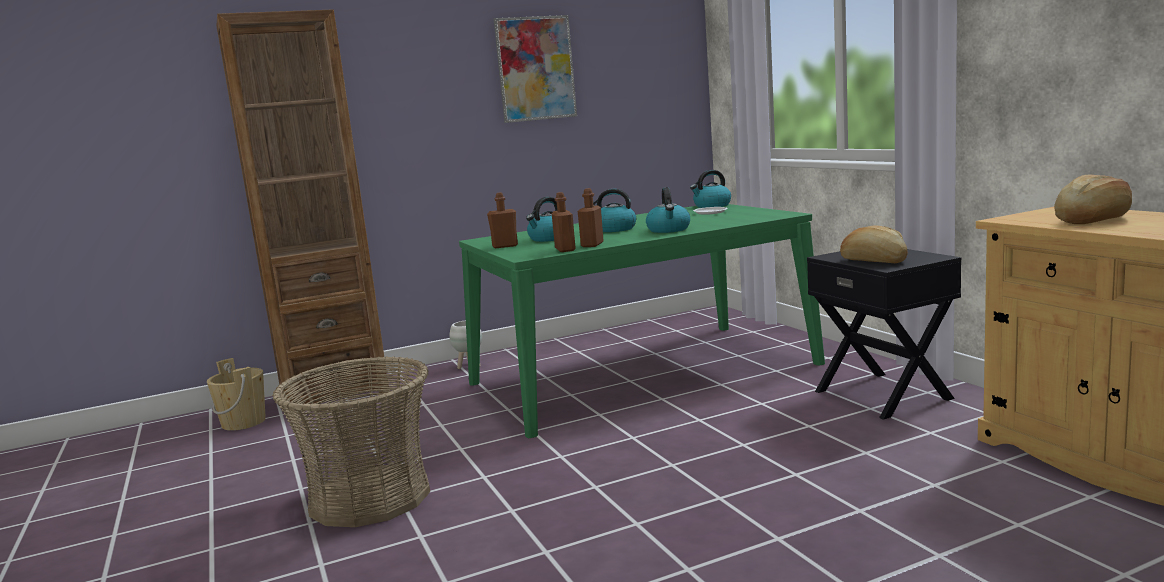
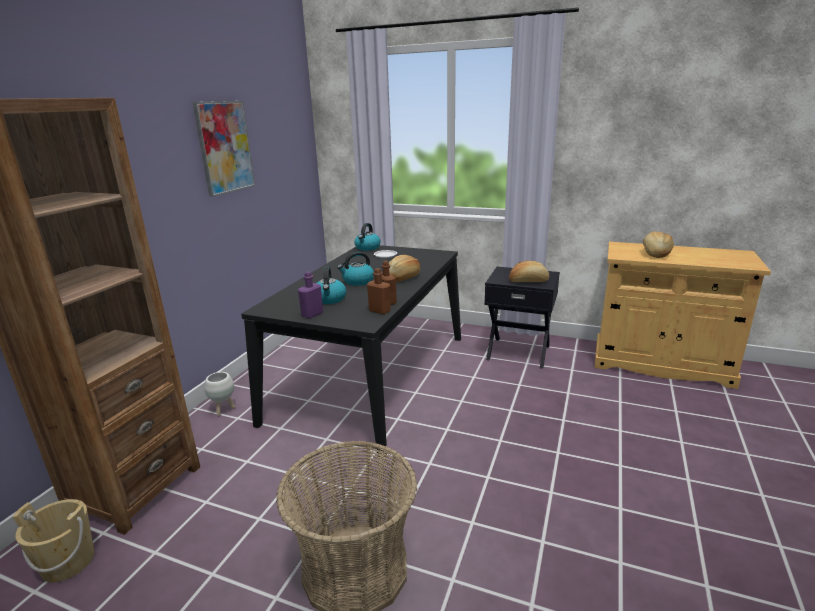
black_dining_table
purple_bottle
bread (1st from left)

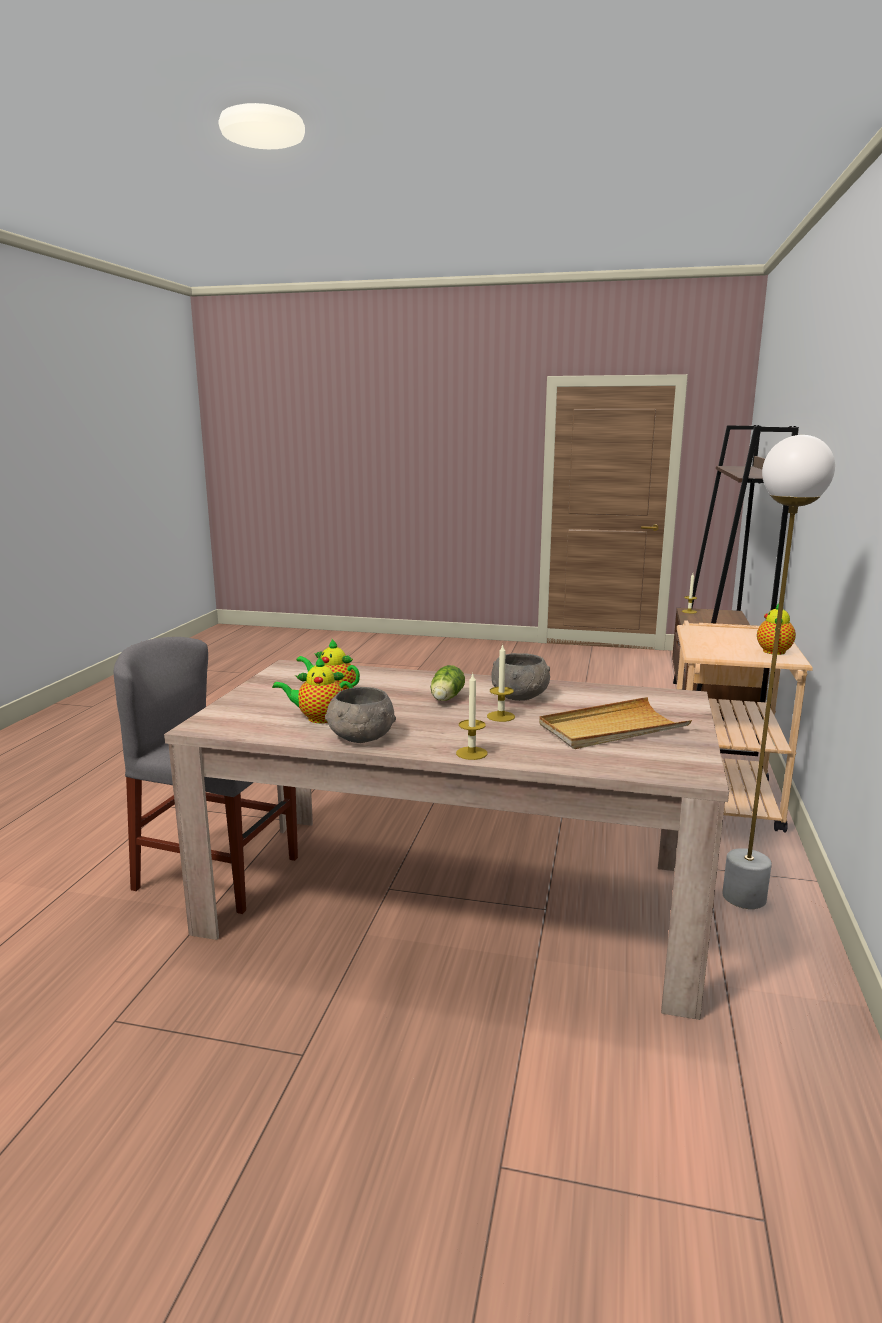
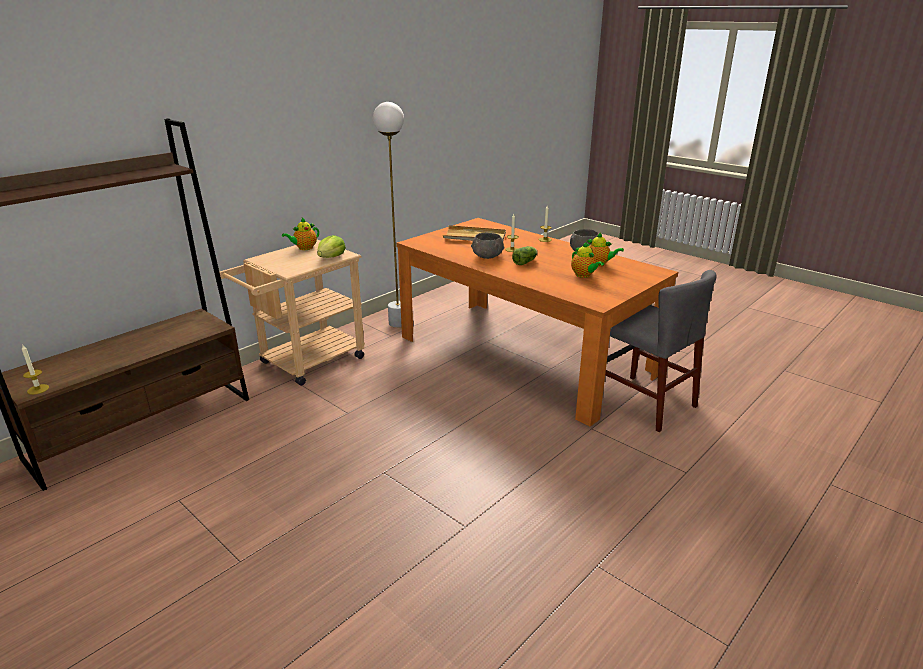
lettuce (1st from left)
orange_dining_table

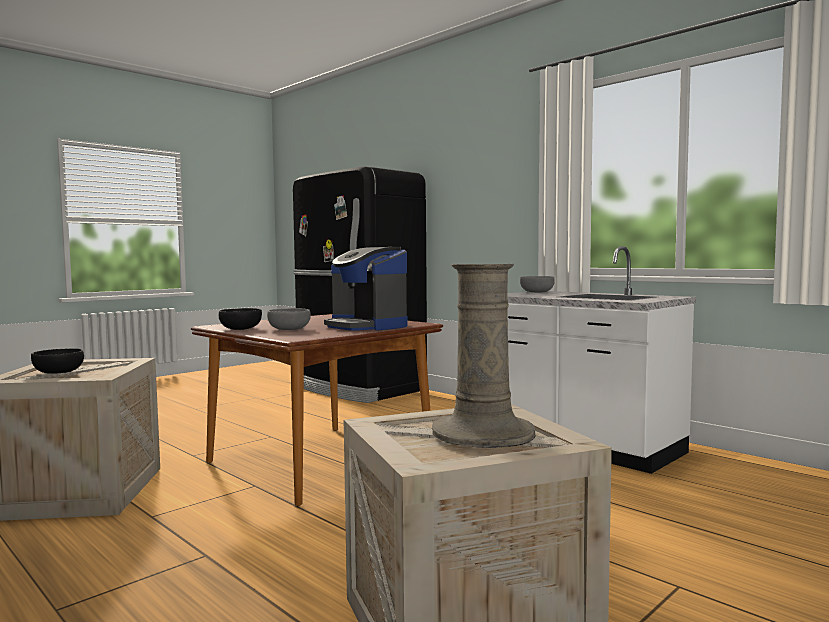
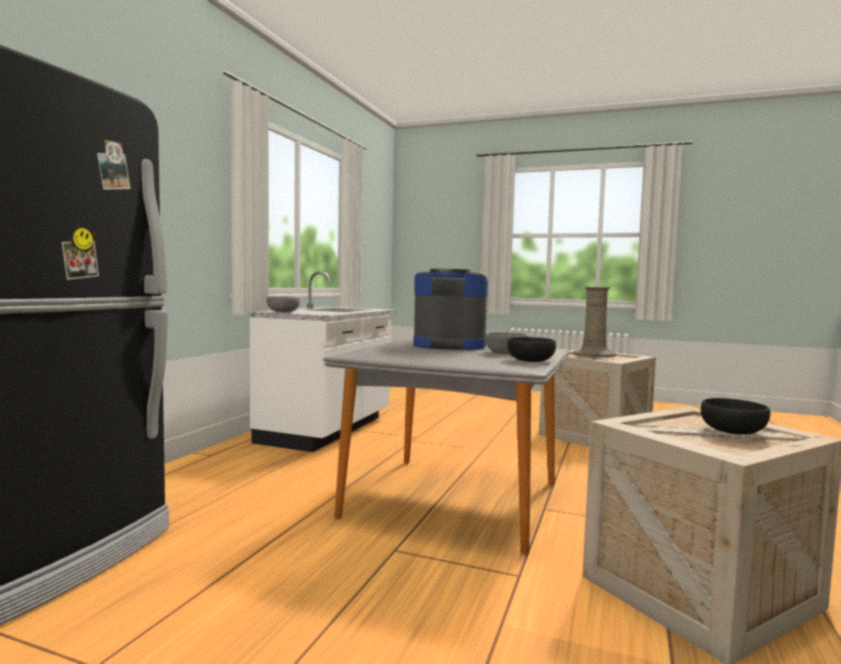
grey_dining_table
coffee_machine

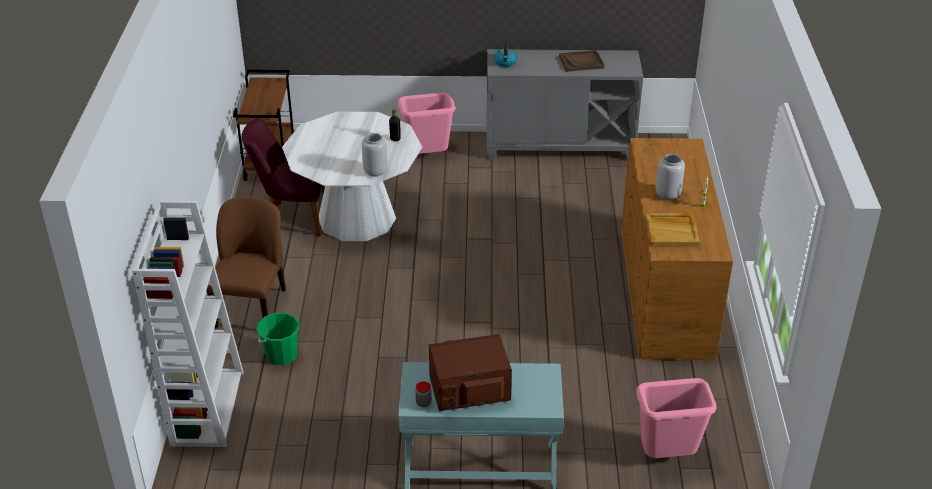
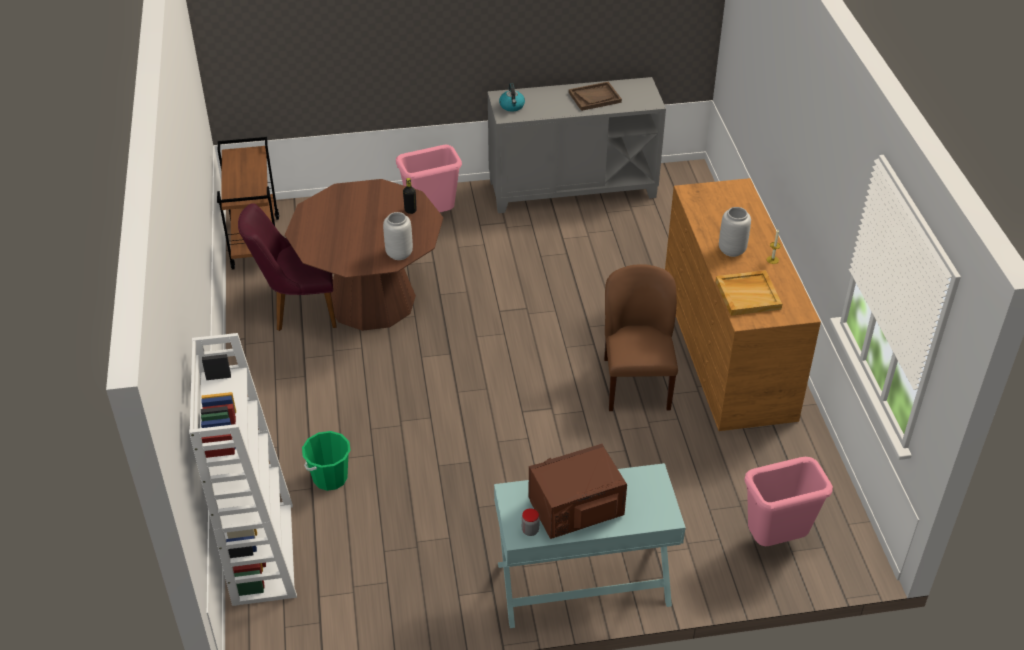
brown_dining_table
brown_chair

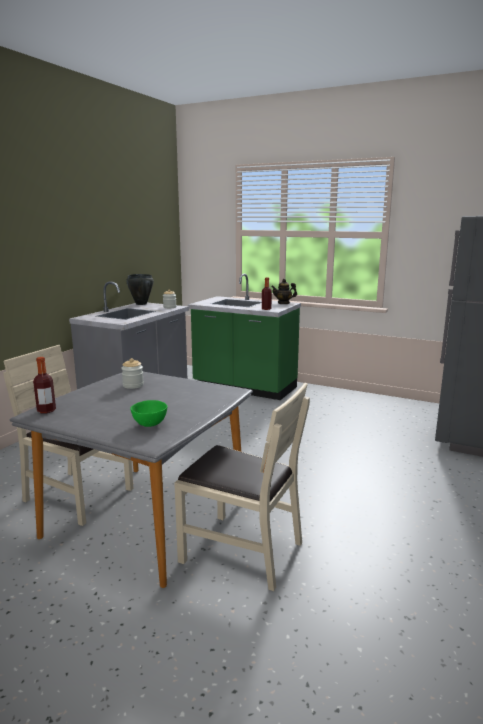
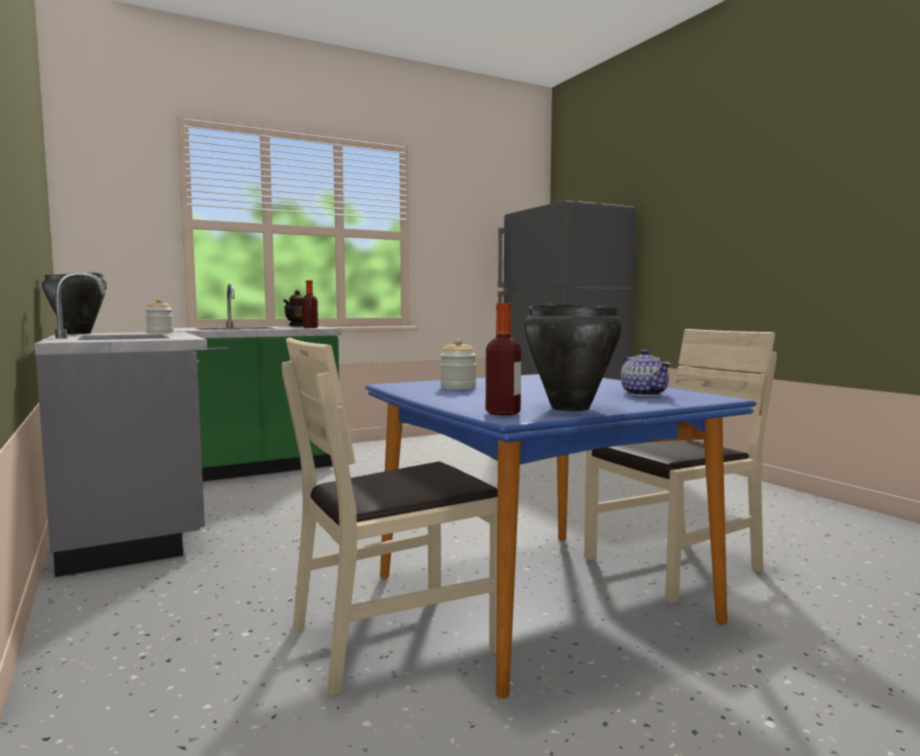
blue_dining_table
black_cooking_pot (2nd from left)
teapot (2nd from left)

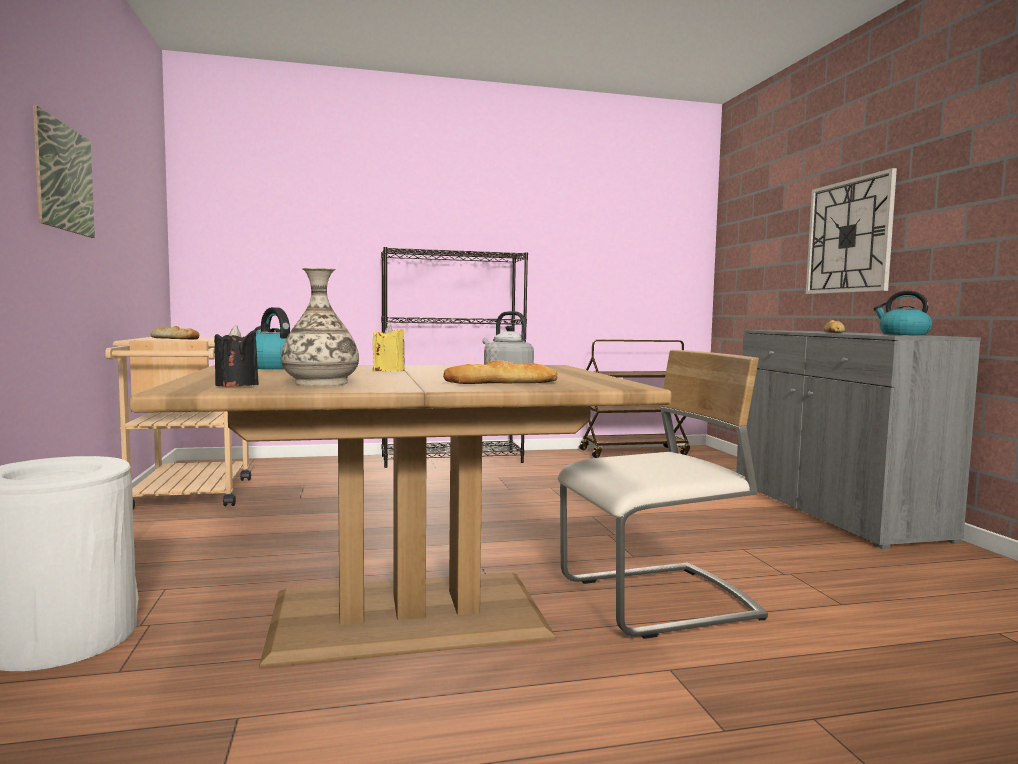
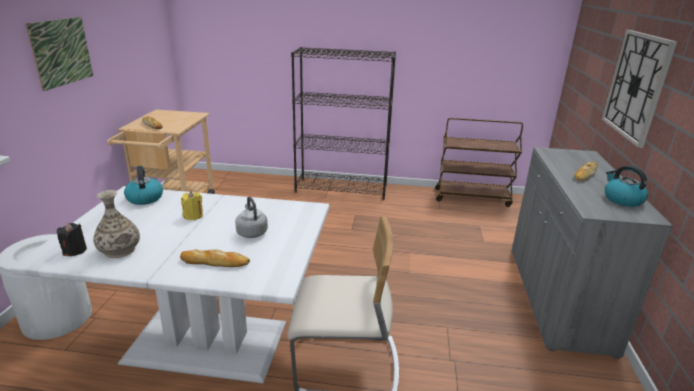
white_dining_table

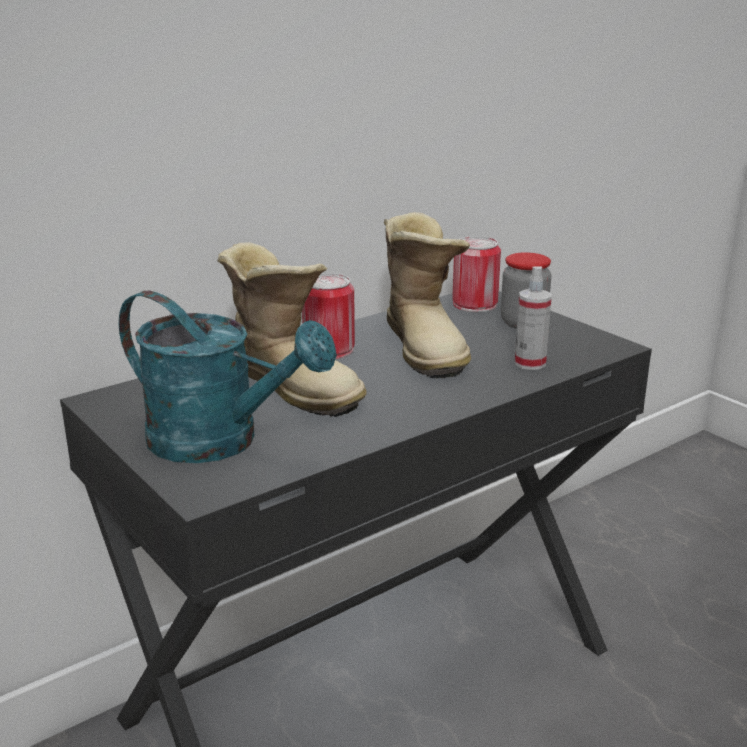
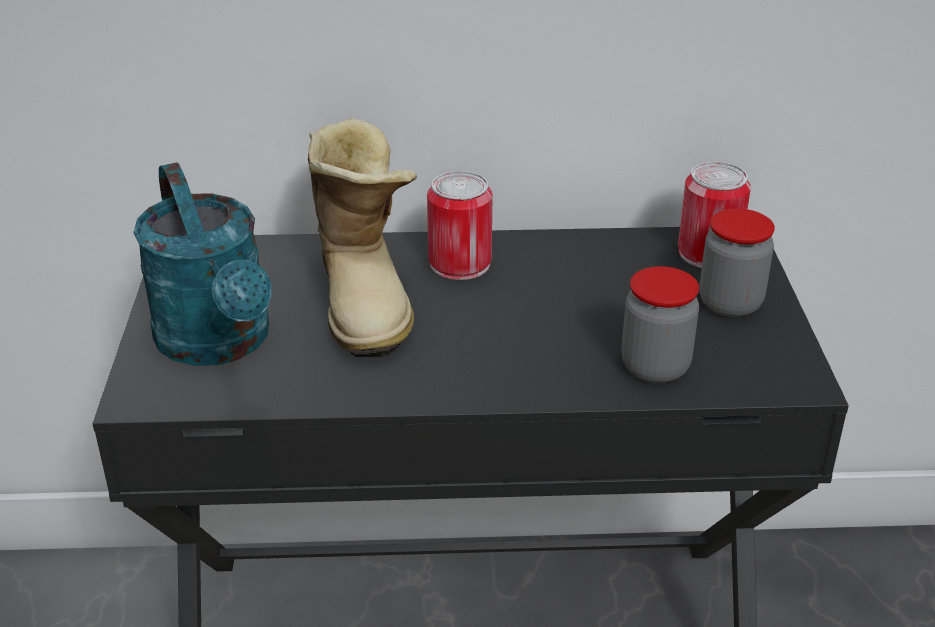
jar (1st from left)
boot (2nd from left in the first image)

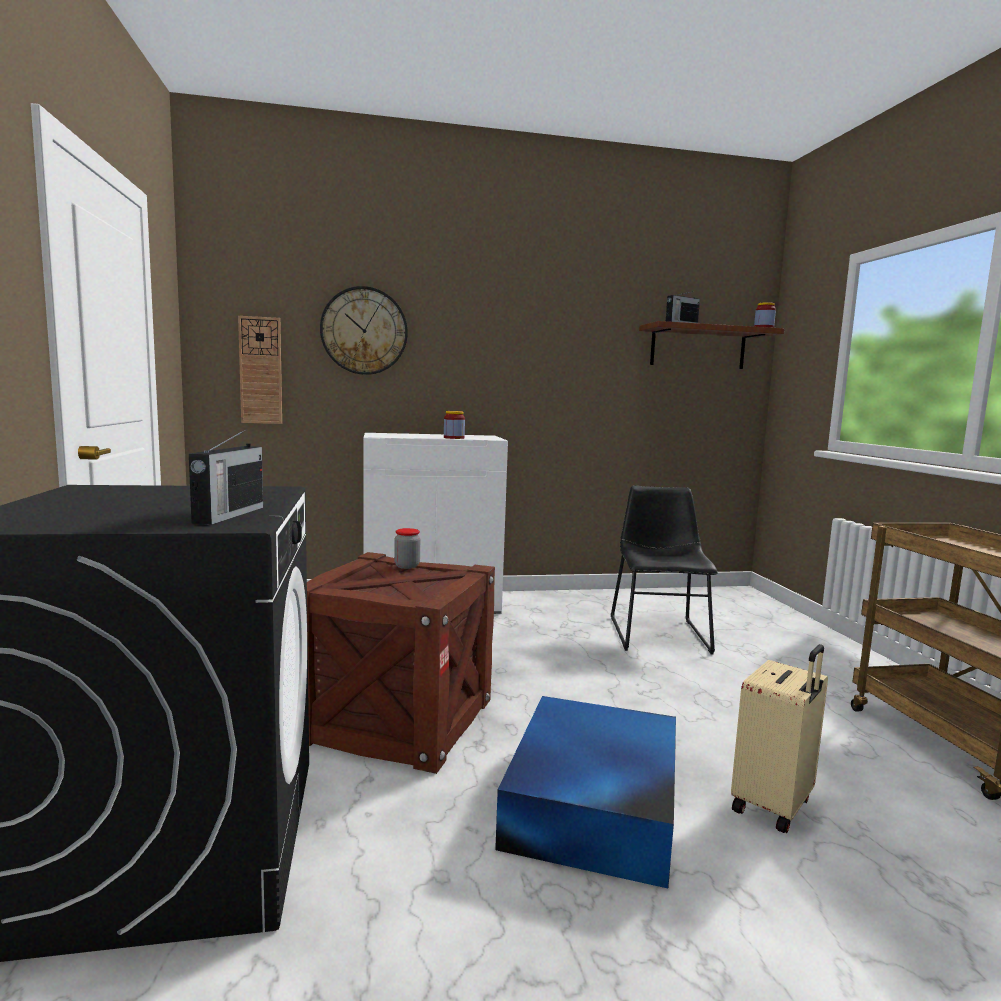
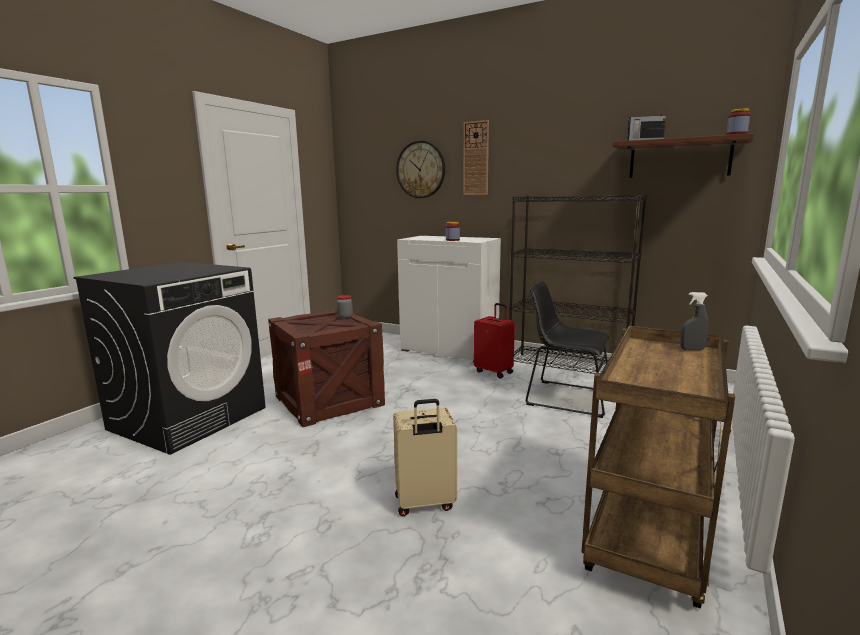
wall_clock (2nd from left)
red_suitcase
black_bookcase
black_chair
grey_spray_bottle
radio (1st from left in the first image)
blue_storage_box

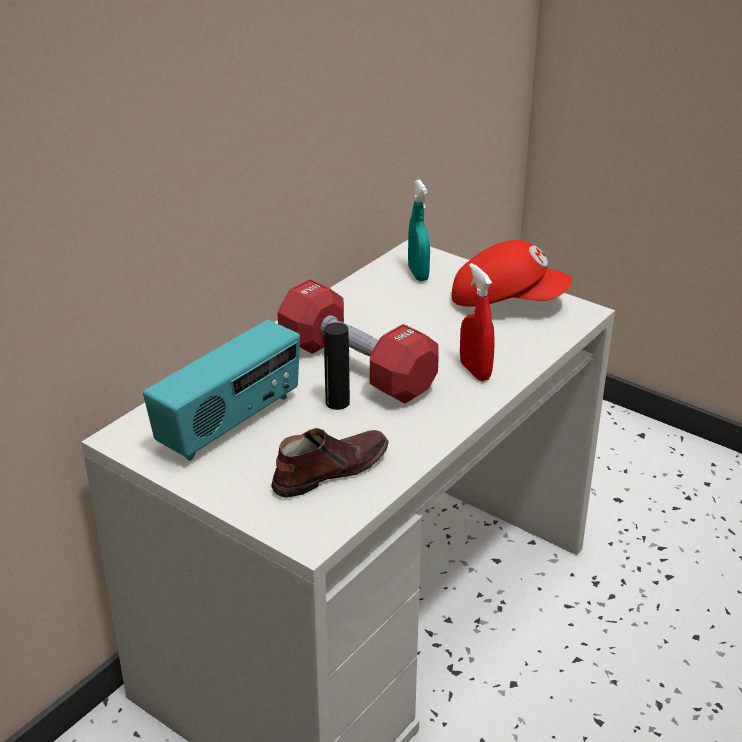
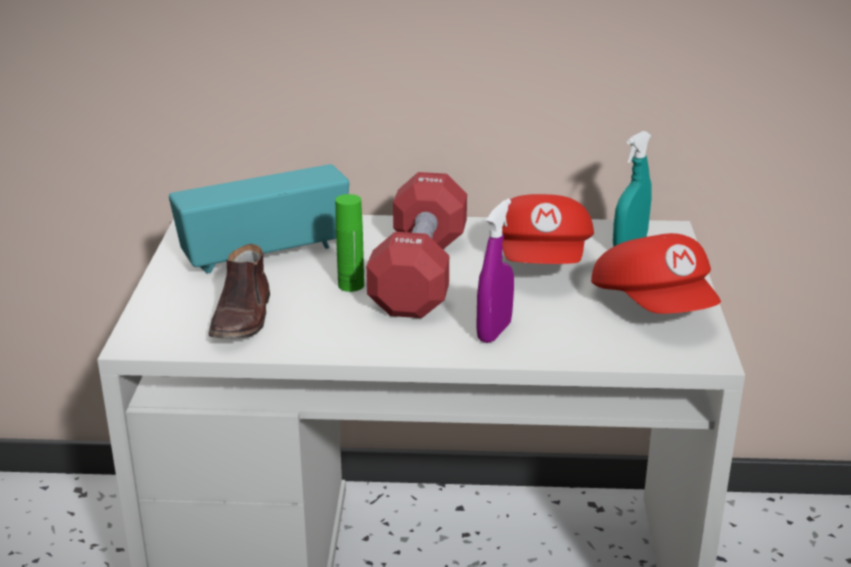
radio
brown_shoe
green_bottle
purple_spray_bottle
red_cap (1st from left)

